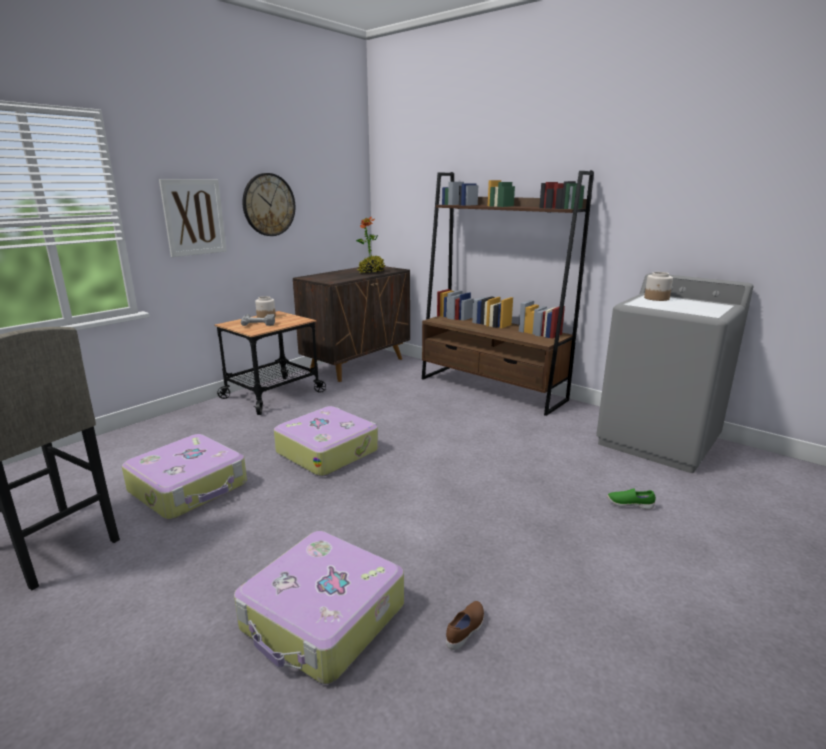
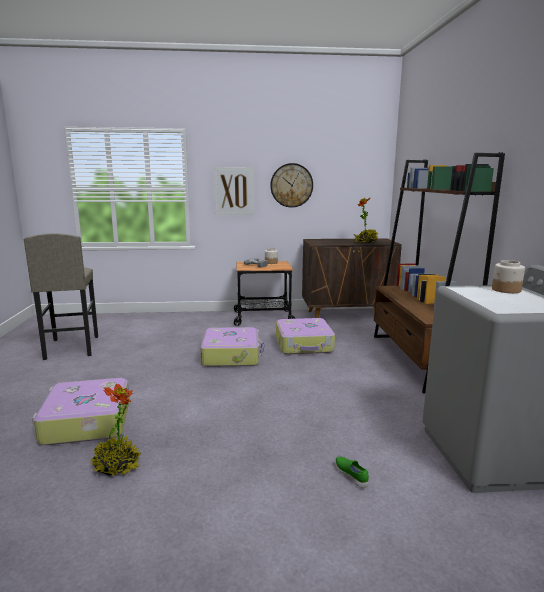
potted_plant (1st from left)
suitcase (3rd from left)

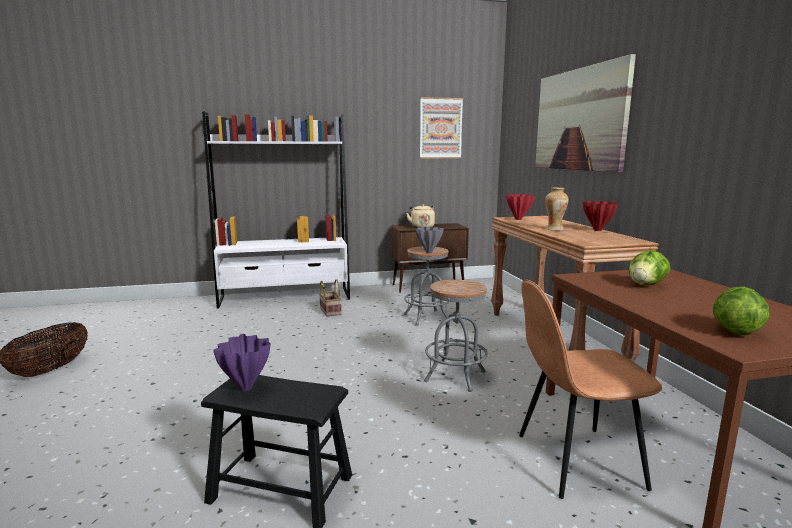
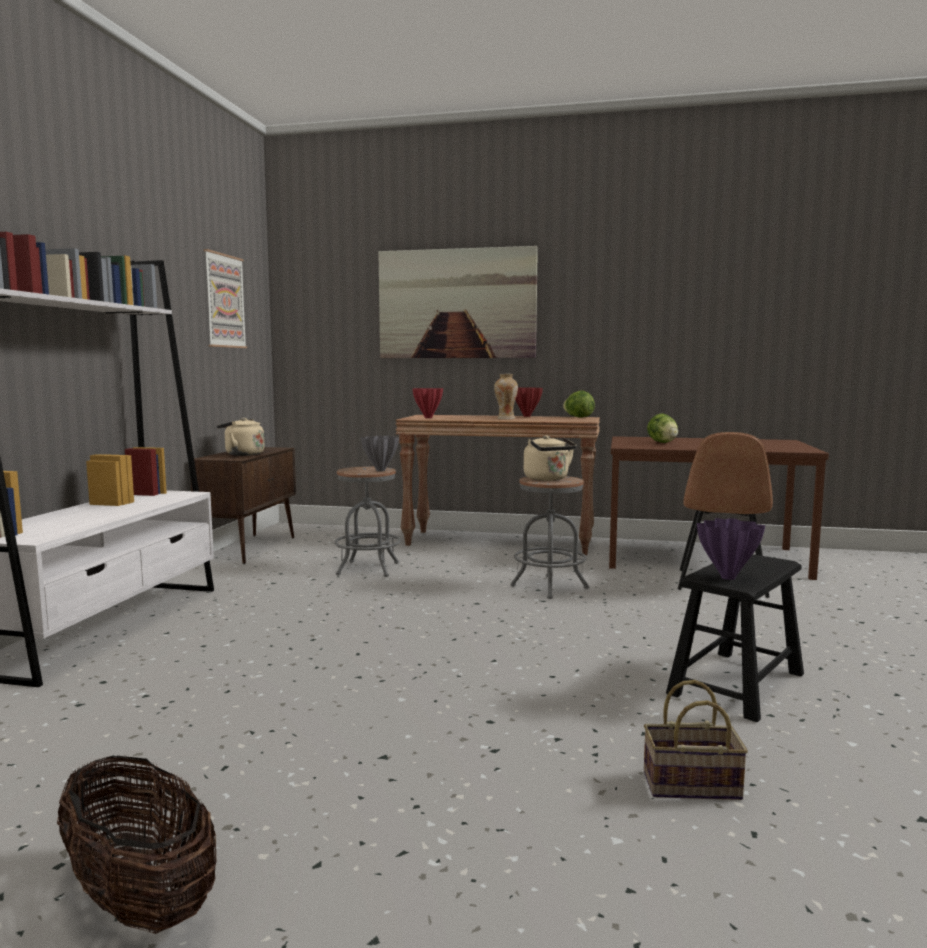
beige_kettle (2nd from left)
lettuce (1st from left)
basket (2nd from left)

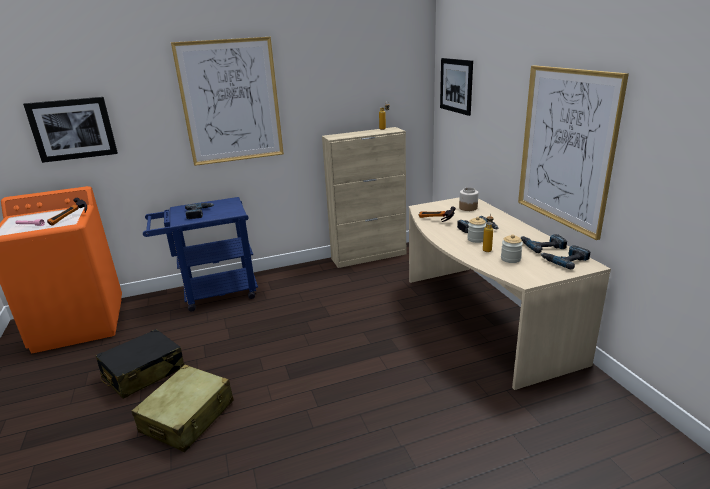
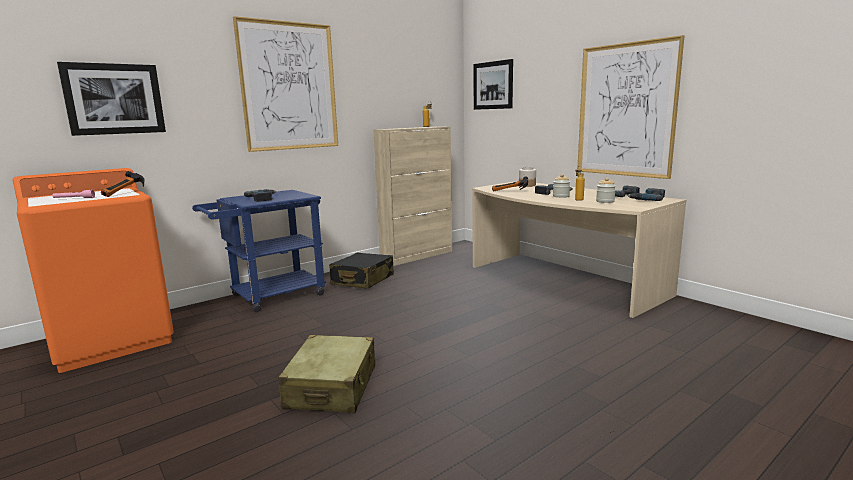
black_suitcase

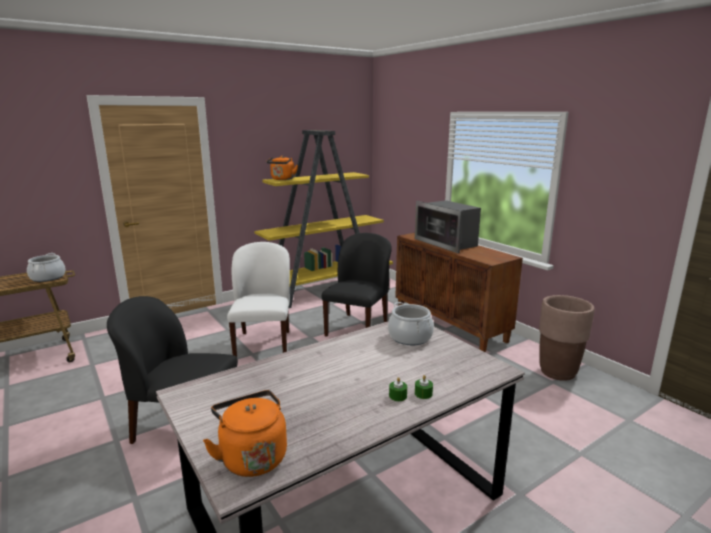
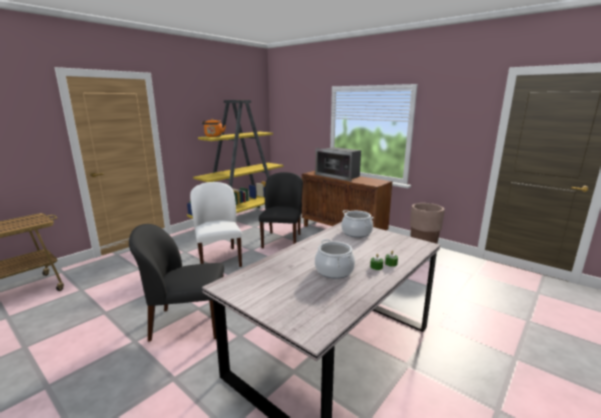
cooking_pot (1st from left)
orange_kettle (1st from left in the first image)

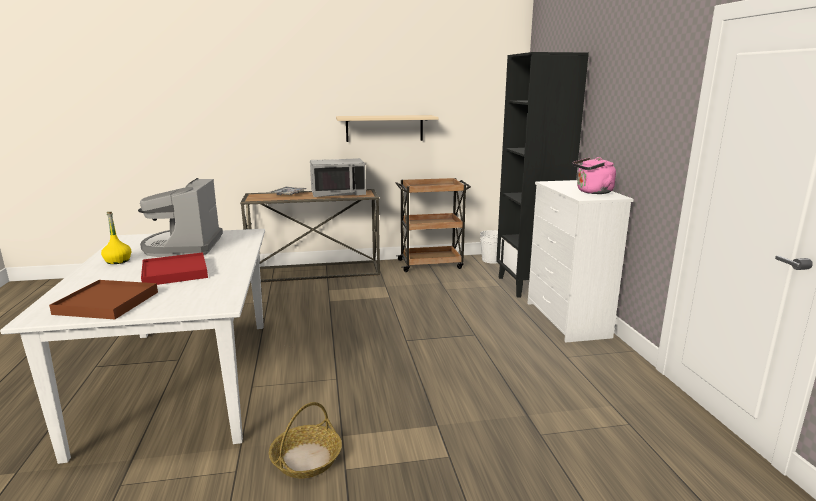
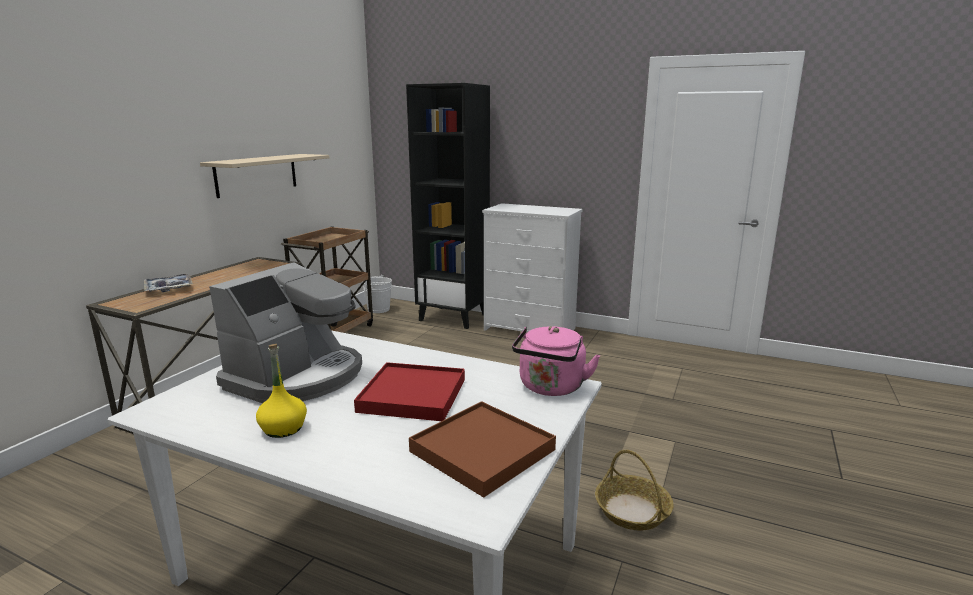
coffee_machine
pink_kettle
grey_microwave

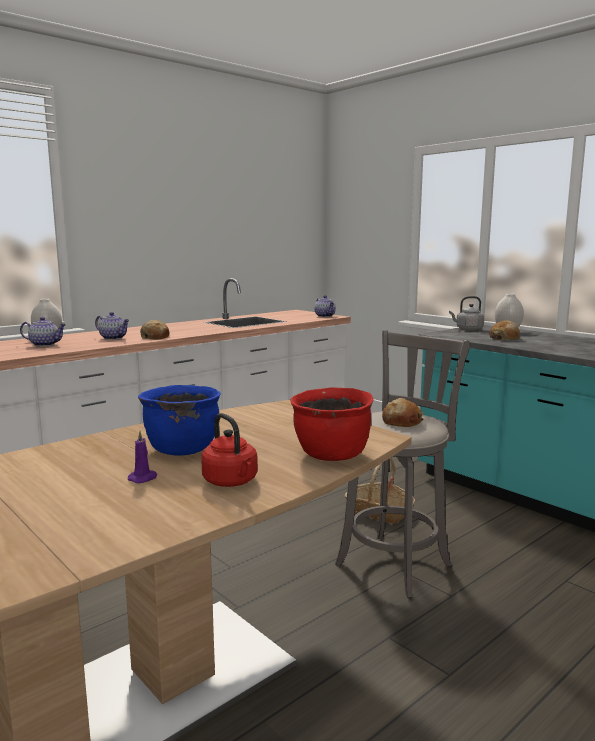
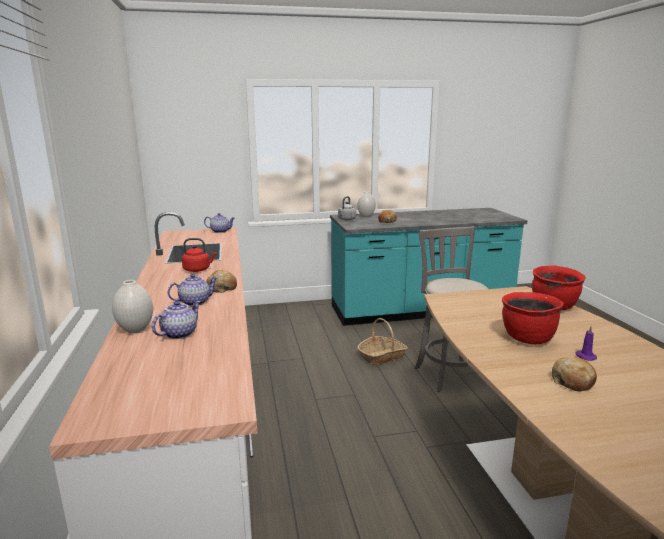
red_kettle
red_cooking_pot (1st from left)
bread (3rd from left)

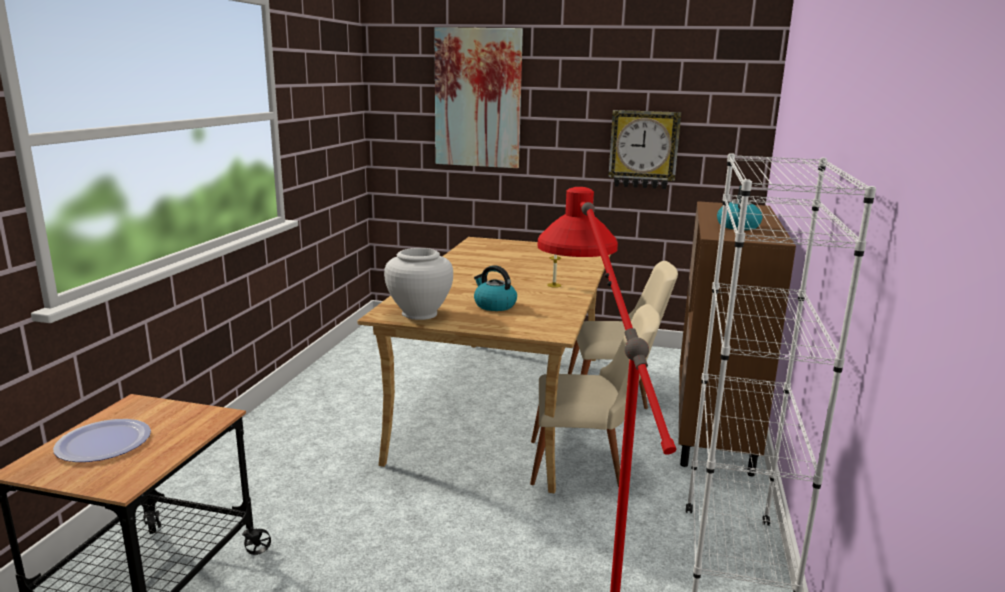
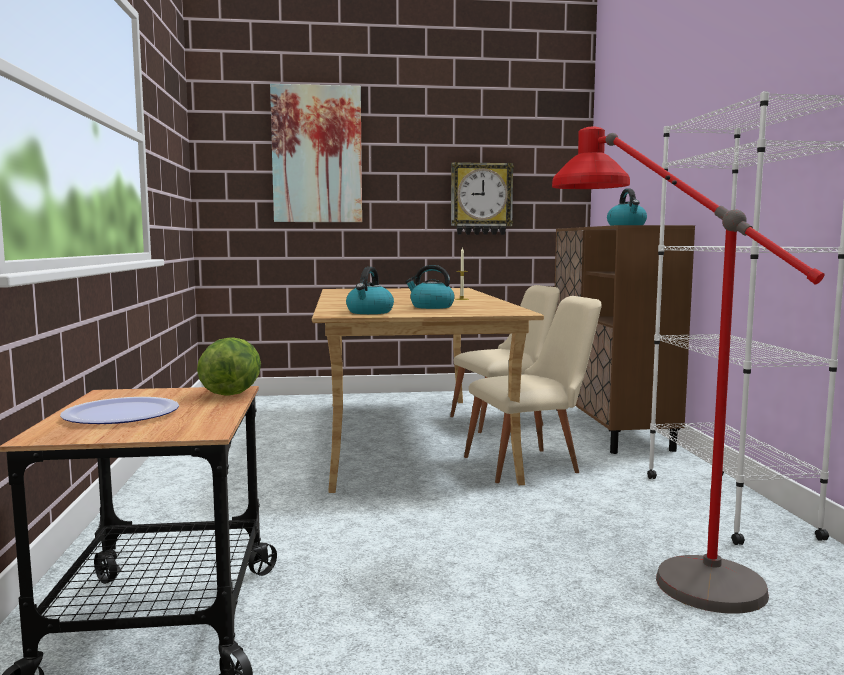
lettuce
kettle (1st from left)

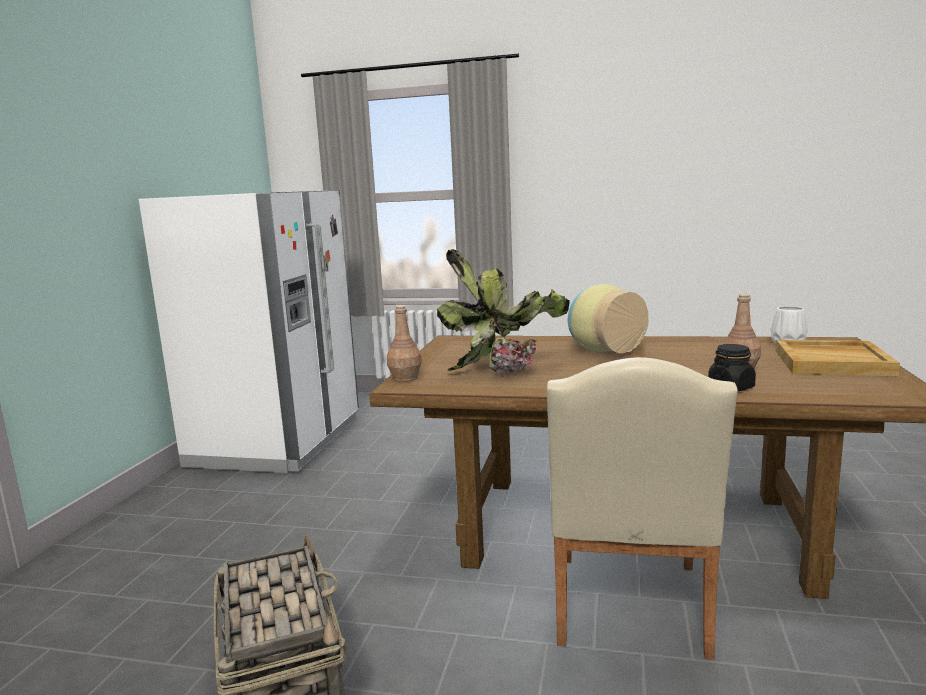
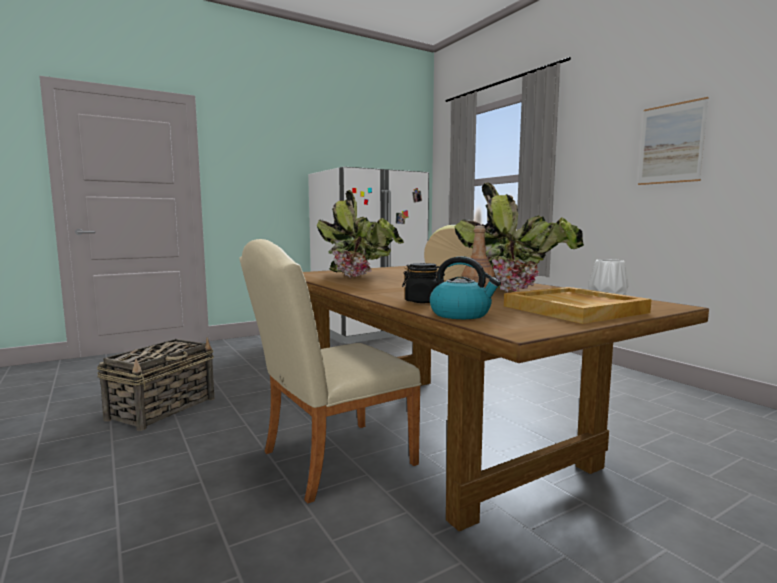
kettle
potted_plant (2nd from left)
picture
brown_bottle (1st from left in the first image)

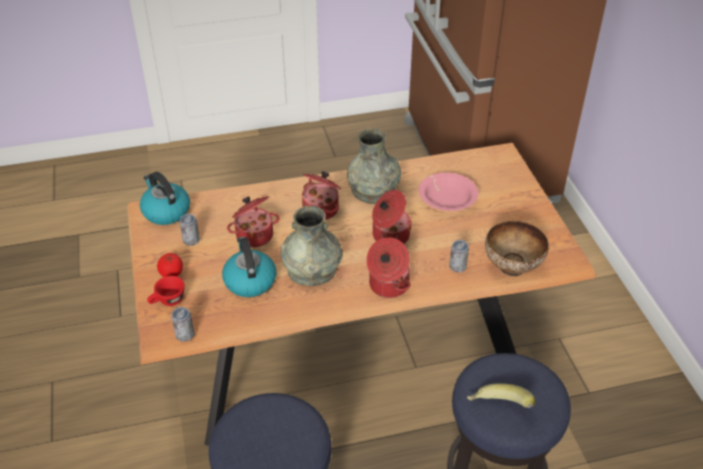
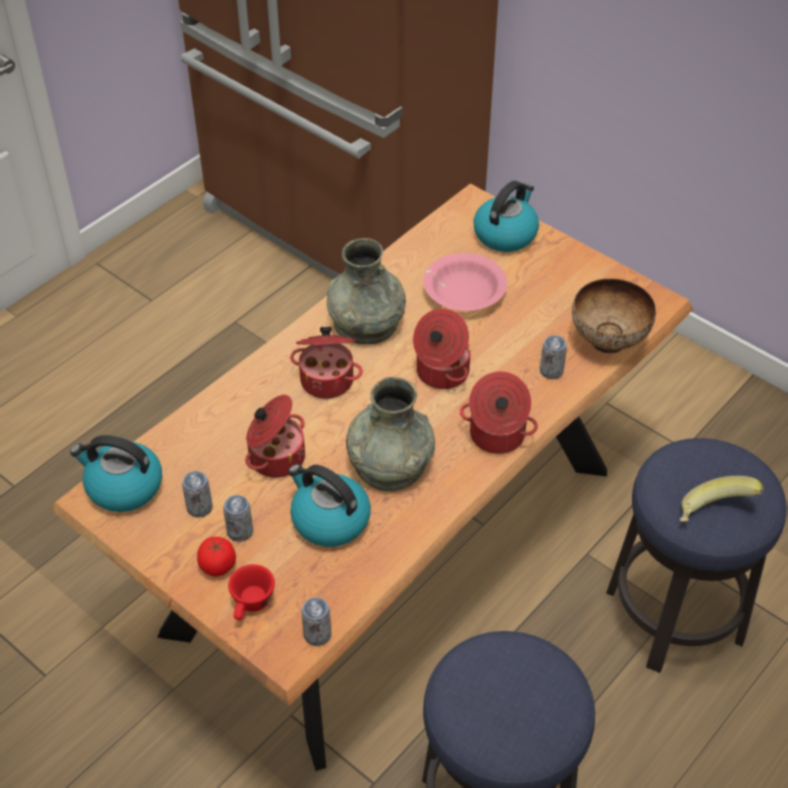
can (2nd from left)
kettle (3rd from left)

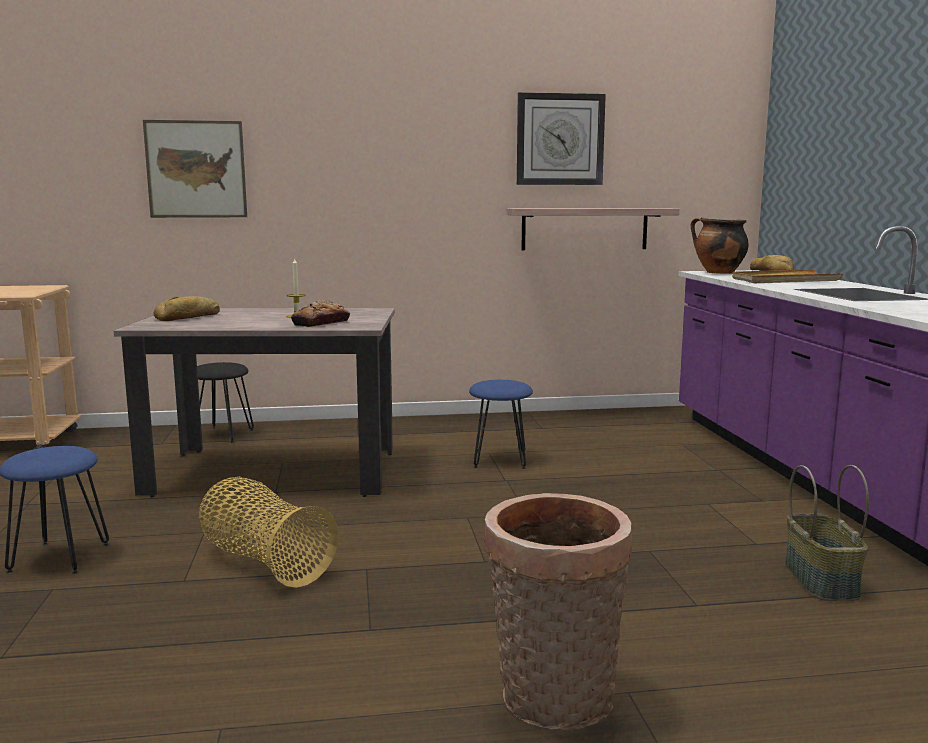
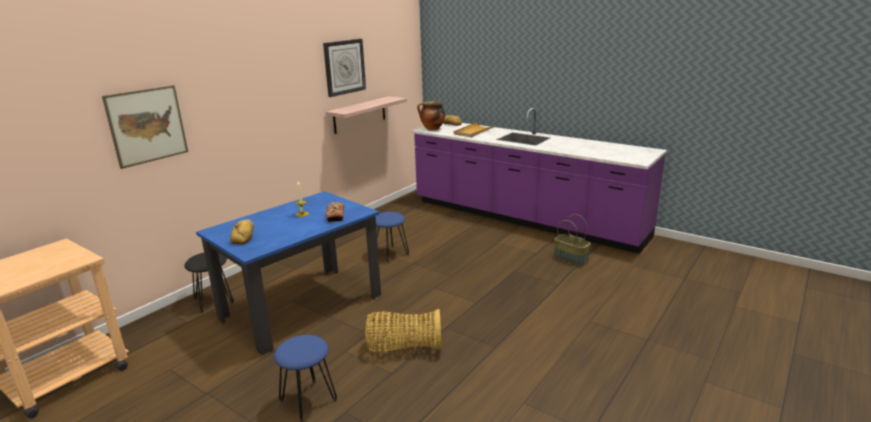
blue_dining_table
basket (2nd from left in the first image)

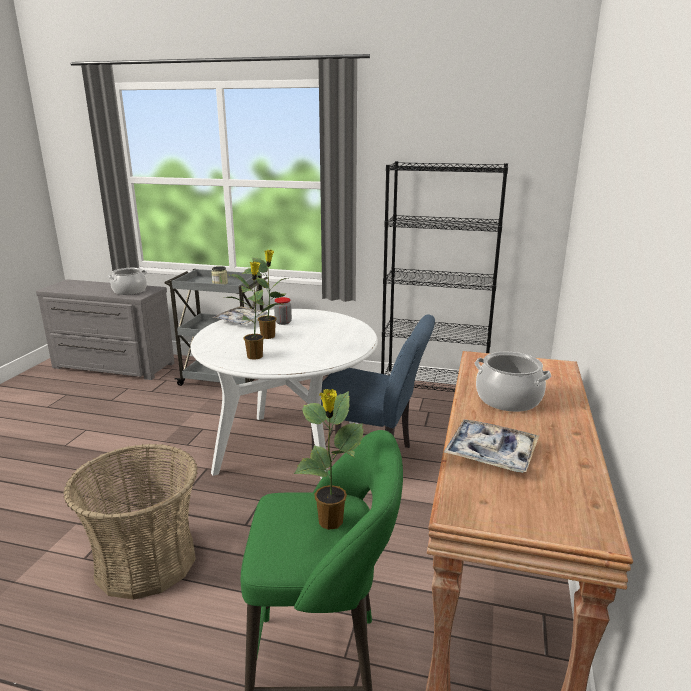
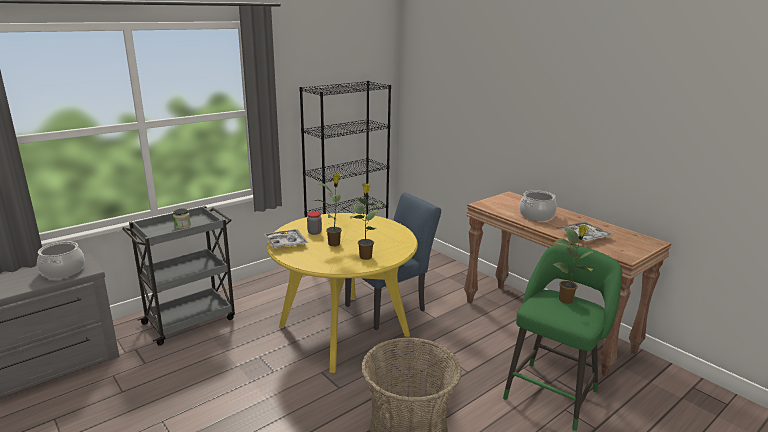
yellow_dining_table

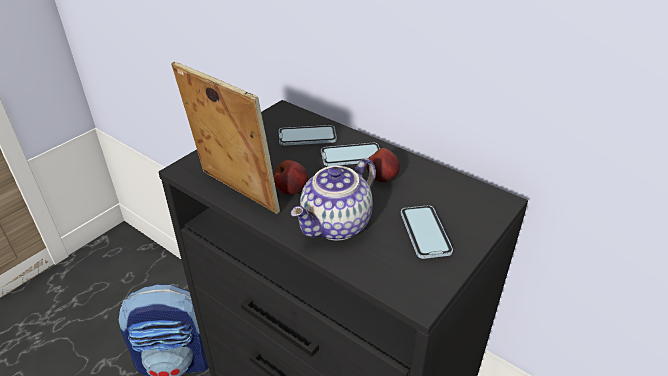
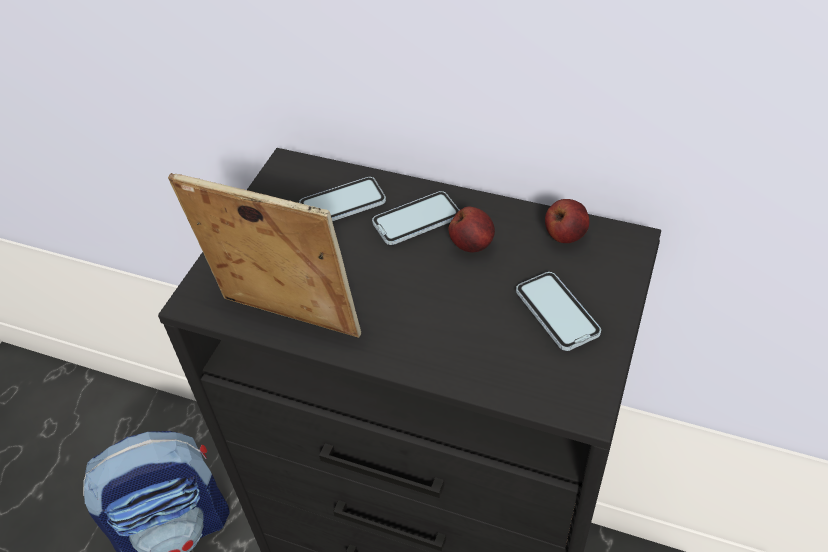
apple (2nd from left)
teapot

